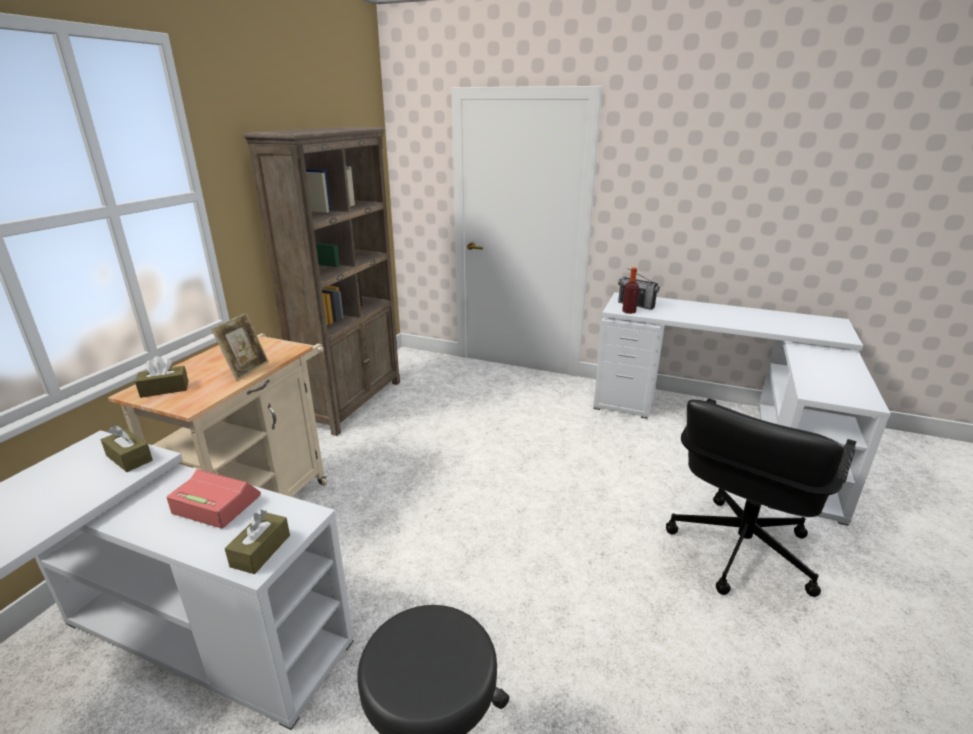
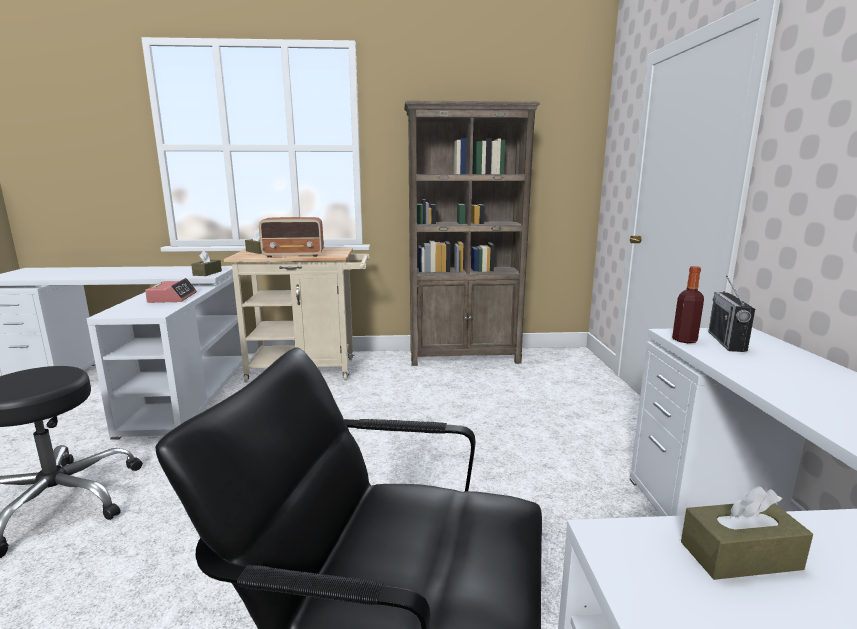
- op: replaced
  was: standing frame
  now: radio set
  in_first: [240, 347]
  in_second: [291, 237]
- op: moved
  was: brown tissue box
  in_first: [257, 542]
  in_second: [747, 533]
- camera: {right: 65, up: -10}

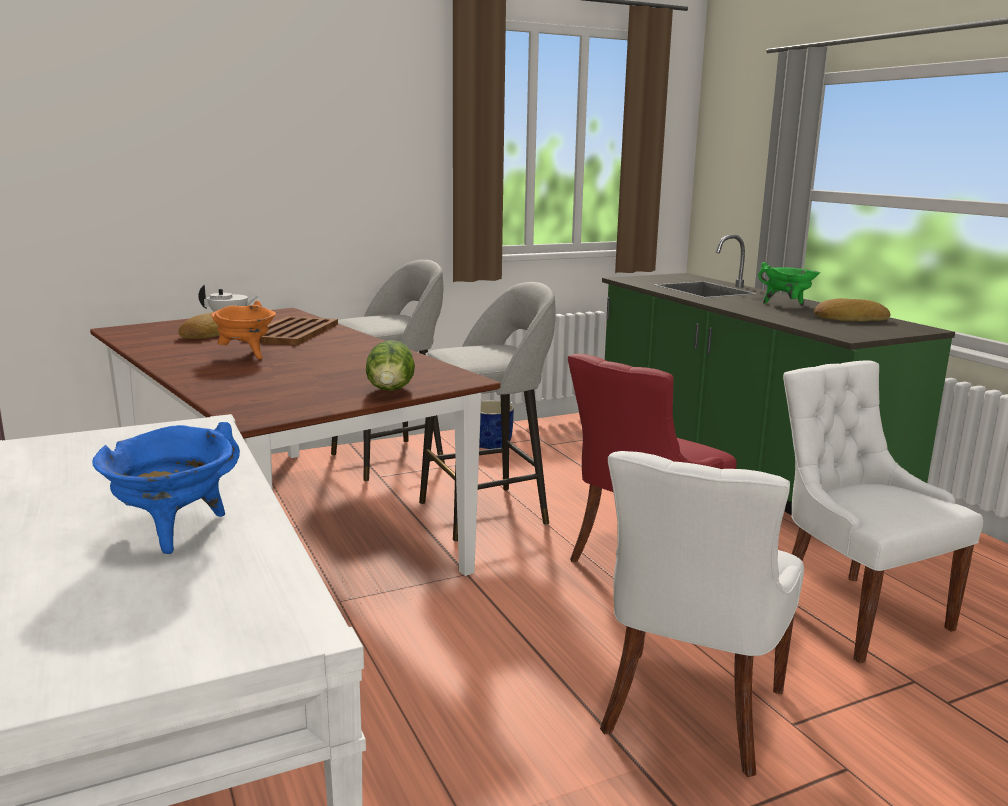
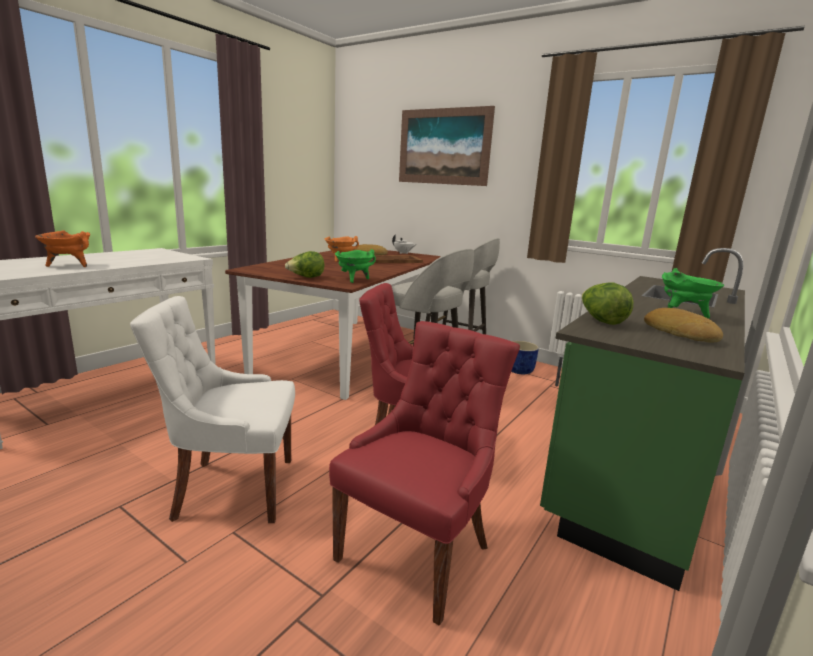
- op: recoloured
  was: blue stockpot
  now: orange-coloured stockpot
  in_first: [166, 488]
  in_second: [62, 248]
- op: recoloured
  was: white chair
  now: red chair
  in_first: [883, 512]
  in_second: [424, 473]
- op: added
  now: green-coloured stockpot
  in_second: [355, 266]
- op: added
  now: picture
  in_second: [447, 146]
- op: added
  now: head of lettuce
  in_second: [608, 303]
- camera: {right: 60, up: 0}

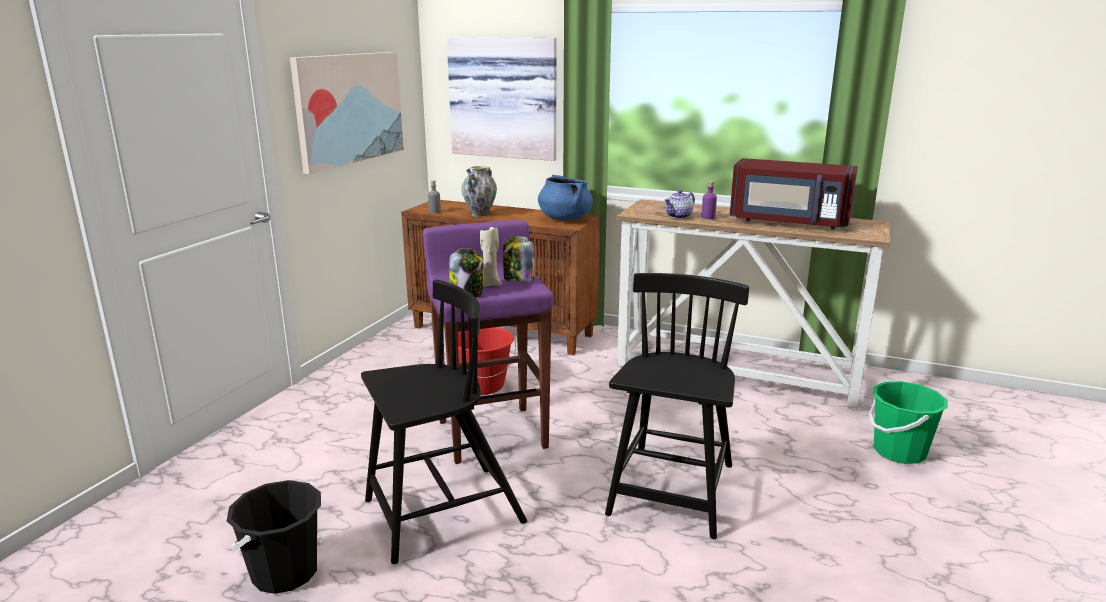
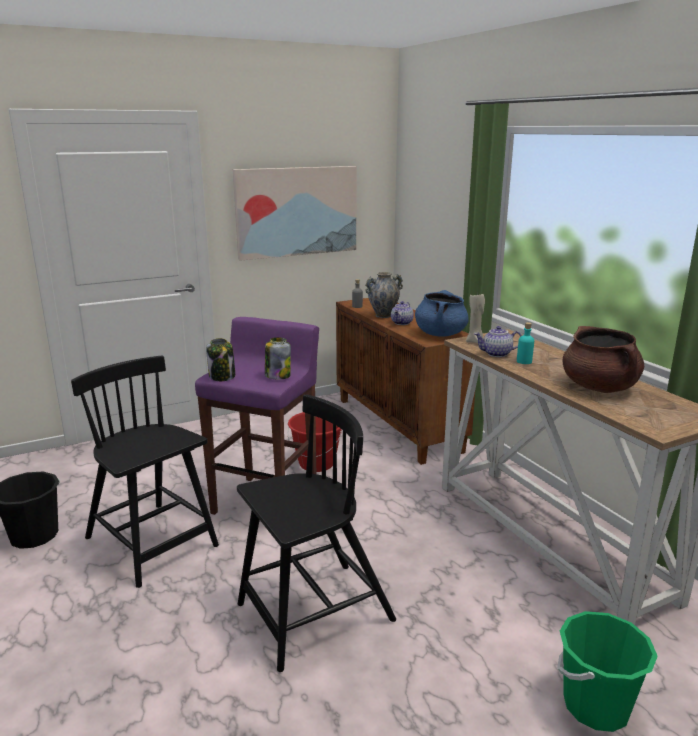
- op: turned
  was: black chair
  in_first: [444, 421]
  in_second: [145, 472]
  clockwise: -150
- op: removed
  was: picture
  in_first: [501, 99]
- op: moved
  was: sand-coloured wax light
  in_first: [491, 257]
  in_second: [475, 318]
- op: recoloured
  was: purple beverage bottle
  now: blue-green beverage bottle
  in_first: [709, 200]
  in_second: [525, 343]
- op: replaced
  was: red kitchen microwave
  now: brown stockpot
  in_first: [794, 194]
  in_second: [603, 359]
- op: added
  now: pot for tea
  in_second: [402, 313]
- camera: {right: 40, up: 0}

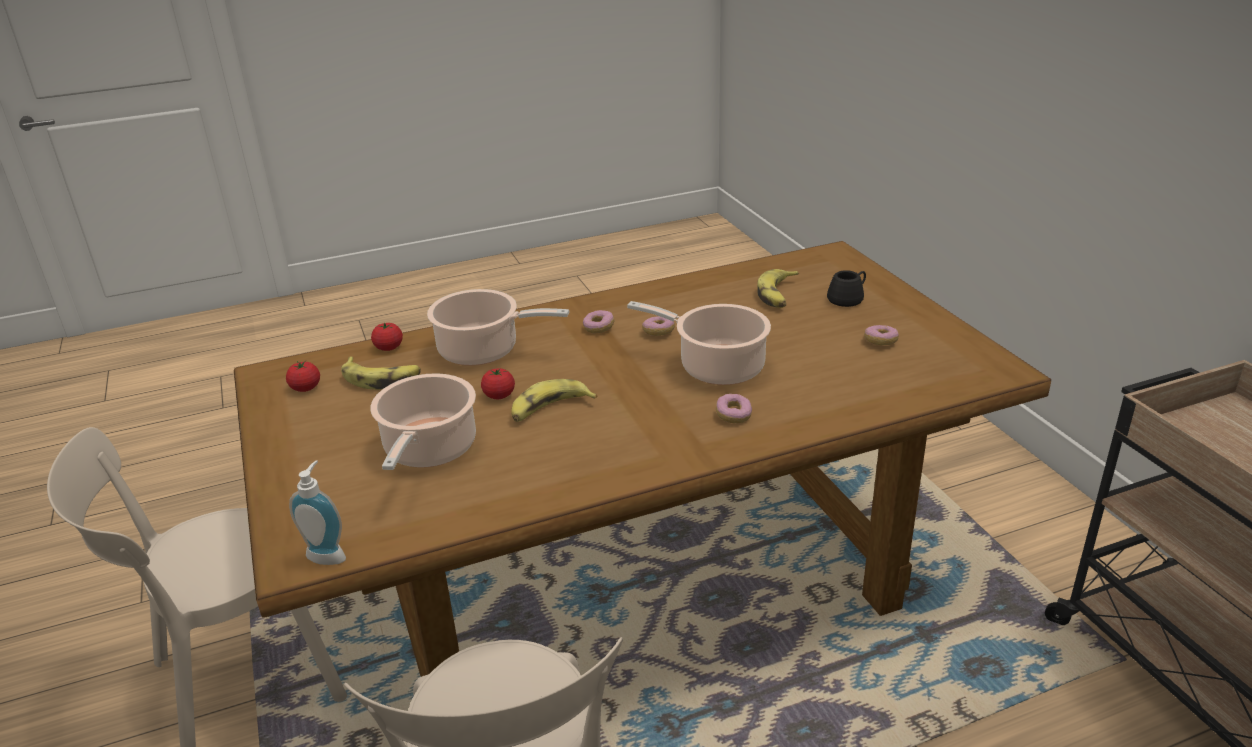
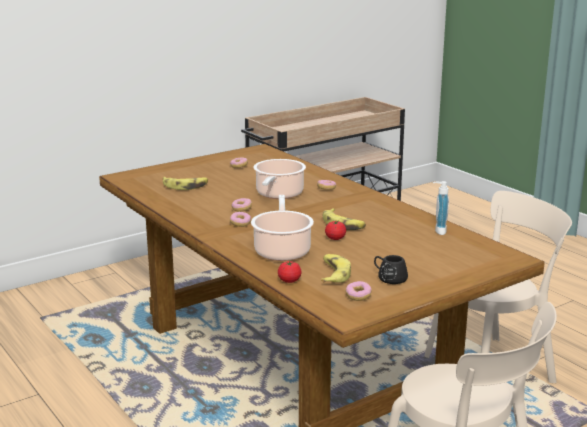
- op: replaced
  was: fresh tomato
  now: doughnut
  in_first: [303, 376]
  in_second: [358, 291]
- op: moved
  was: liquid soap bottle
  in_first: [317, 513]
  in_second: [441, 208]
- op: removed
  was: stockpot
  in_first: [423, 421]
- op: moved
  was: black mug
  in_first: [846, 288]
  in_second: [391, 269]
- camera: {right: -105, up: -10}

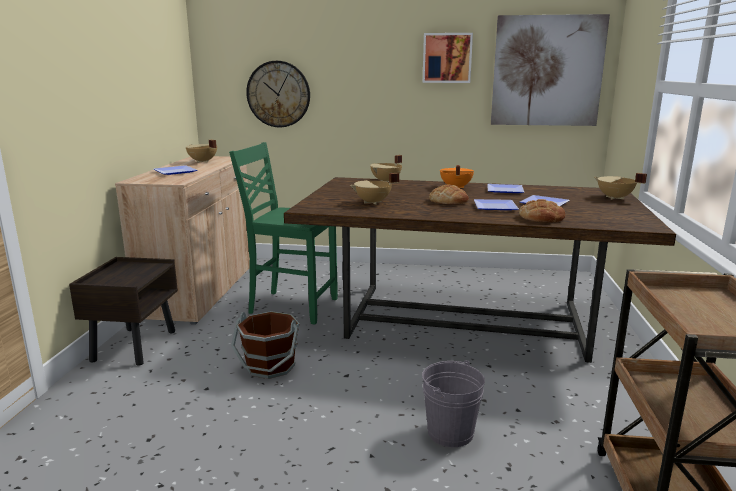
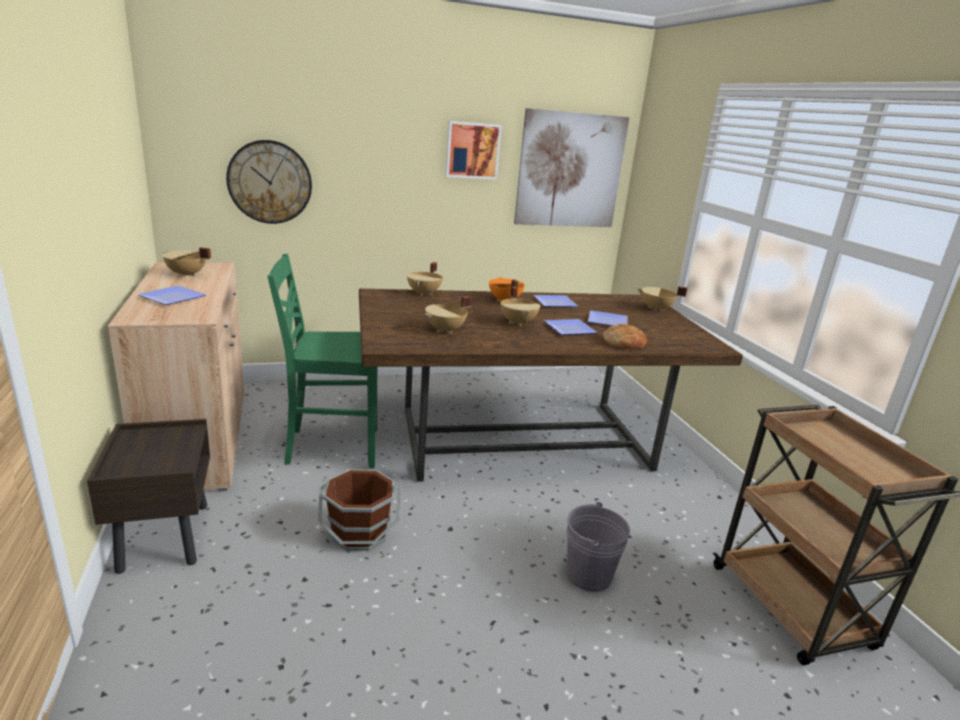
- op: replaced
  was: bread
  now: sand-coloured stockpot
  in_first: [449, 194]
  in_second: [520, 306]
- camera: {right: -25, up: 5}

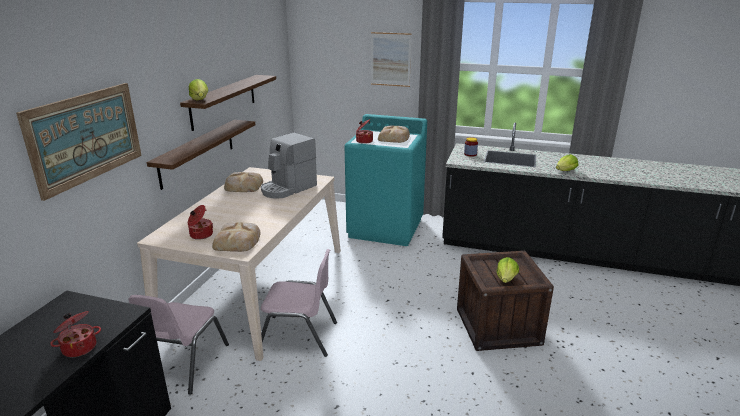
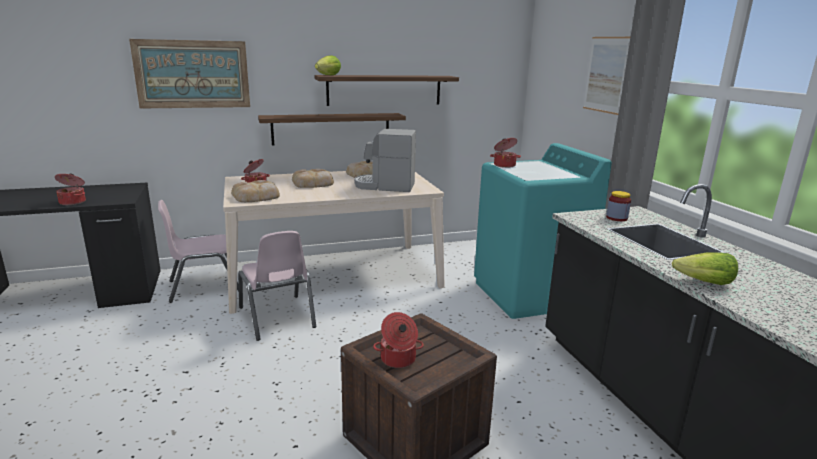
- op: moved
  was: bread
  in_first: [394, 134]
  in_second: [313, 178]
- op: replaced
  was: head of lettuce
  now: stockpot
  in_first: [508, 270]
  in_second: [398, 340]
- camera: {right: 55, up: -5}

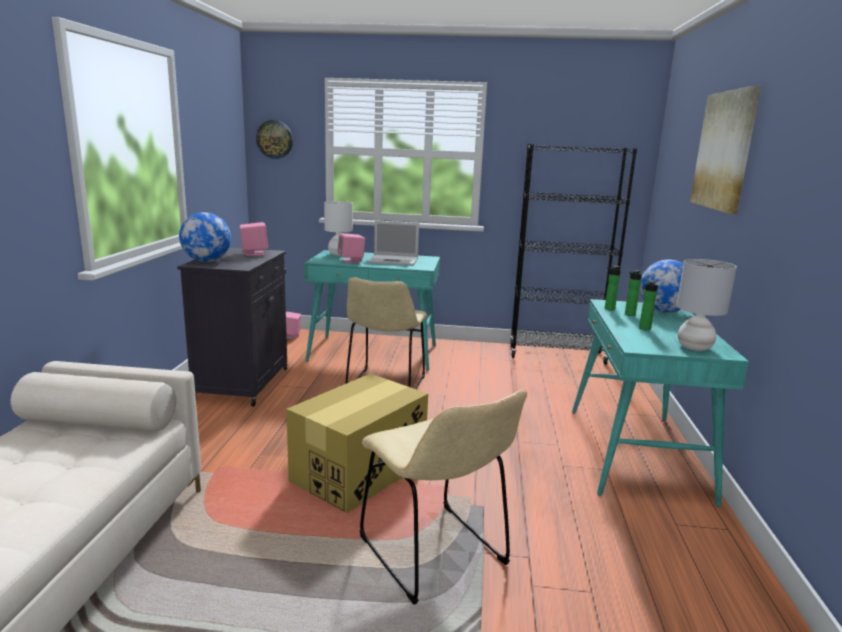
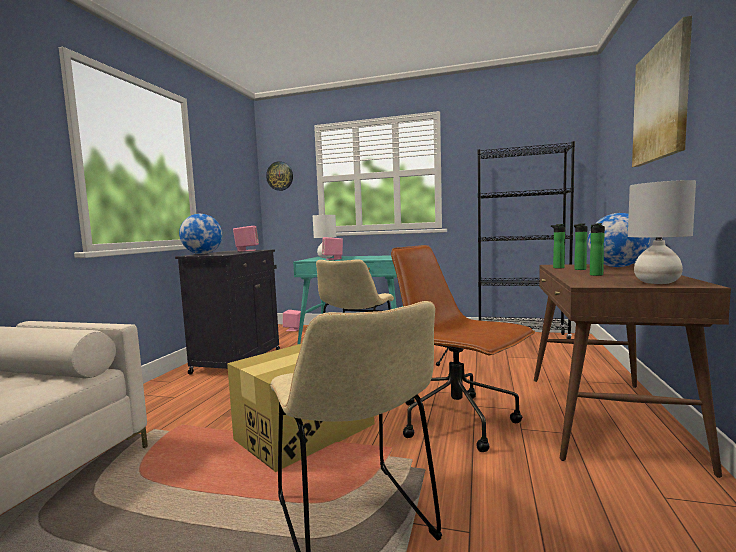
- op: removed
  was: laptop
  in_first: [393, 243]
- op: recoloured
  was: blue-green desk table
  now: brown desk table
  in_first: [660, 403]
  in_second: [632, 371]
- op: added
  now: brown desk chair
  in_second: [463, 348]
- camera: {right: 10, up: -10}

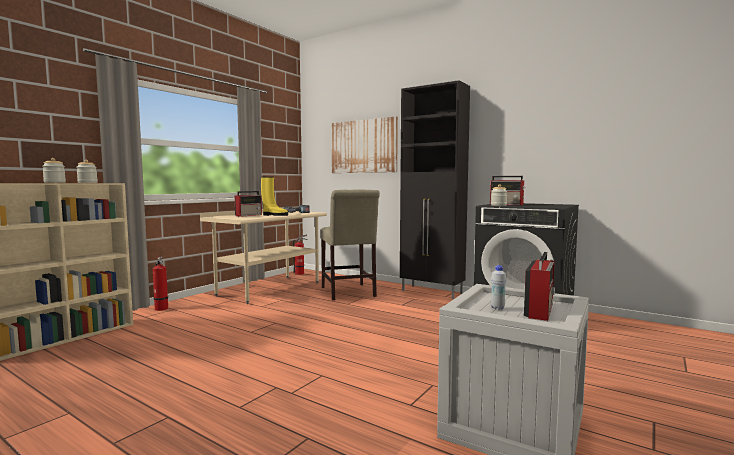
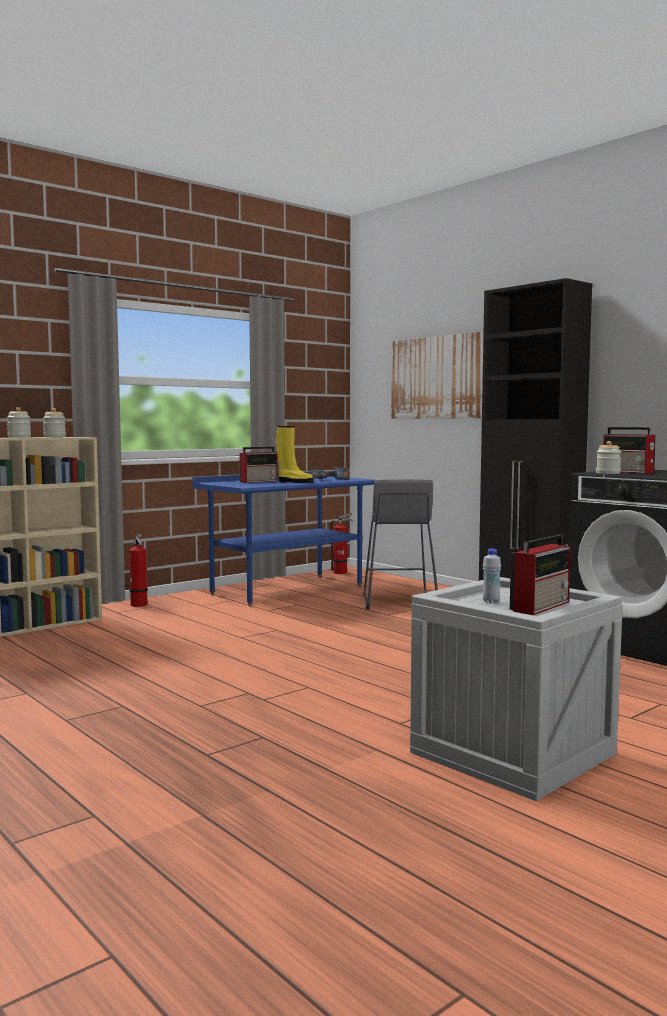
- op: recoloured
  was: sand-coloured desk table
  now: blue desk table
  in_first: [263, 256]
  in_second: [284, 538]
- op: replaced
  was: sand-coloured chair
  now: greyish stool seat
  in_first: [350, 245]
  in_second: [400, 544]
- camera: {right: 15, up: 0}

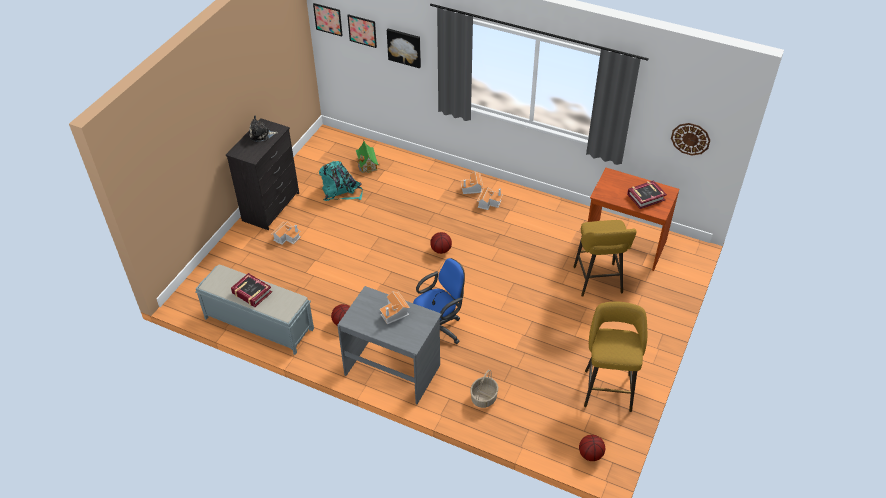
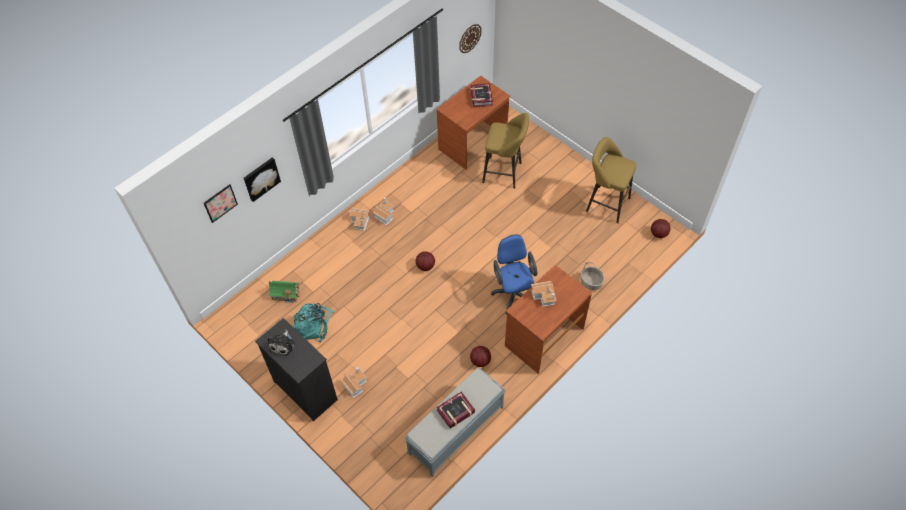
- op: removed
  was: picture
  in_first: [328, 19]
- op: recoloured
  was: greyish desk table
  now: brown desk table
  in_first: [390, 345]
  in_second: [548, 319]
- camera: {right: -70, up: 10}

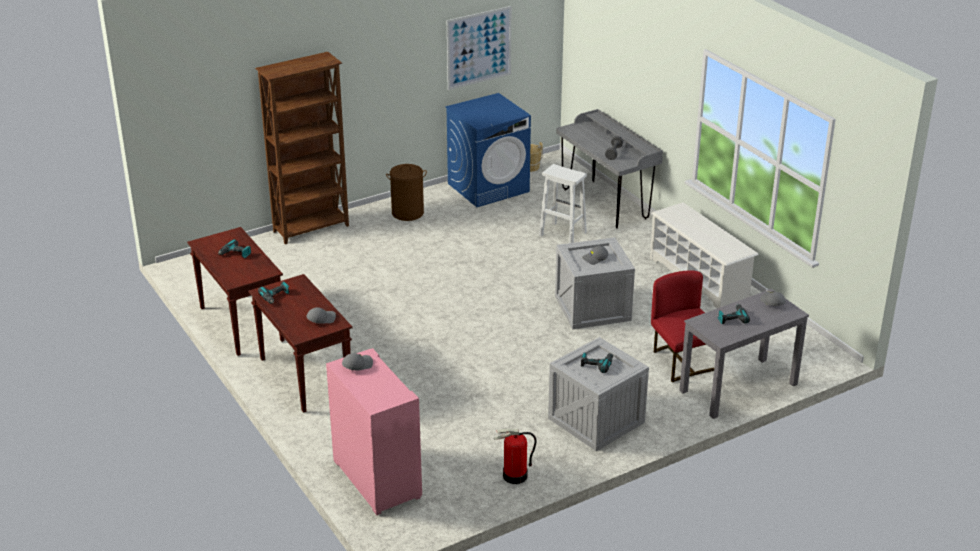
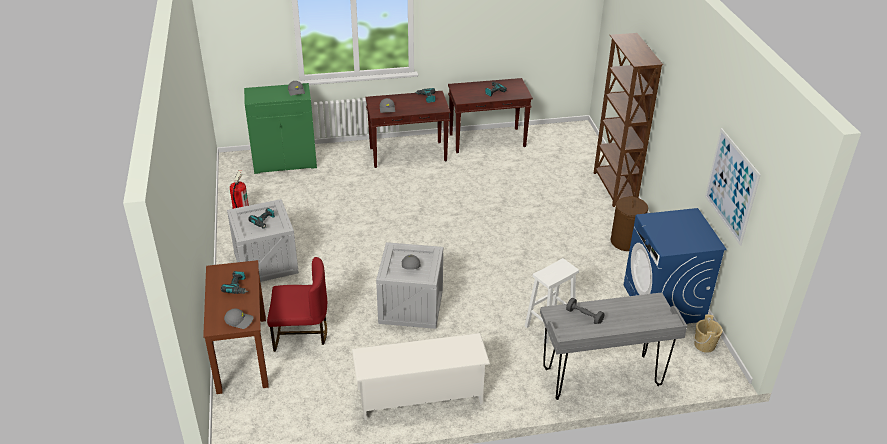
- op: recoloured
  was: pink-coloured cupboard
  now: green-coloured cupboard
  in_first: [374, 431]
  in_second: [280, 128]
- op: recoloured
  was: greyish desk table
  now: brown desk table
  in_first: [744, 354]
  in_second: [236, 327]
- camera: {right: 110, up: 5}

